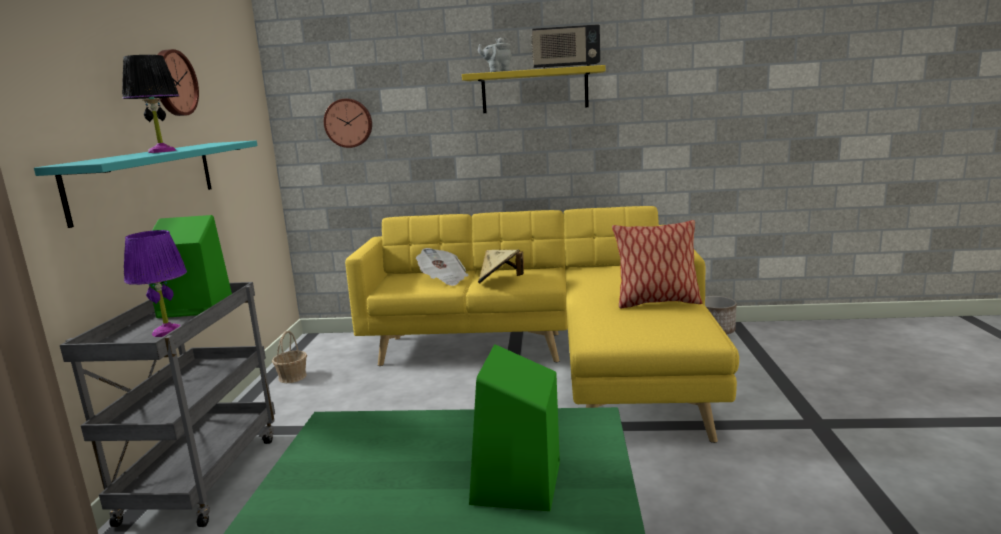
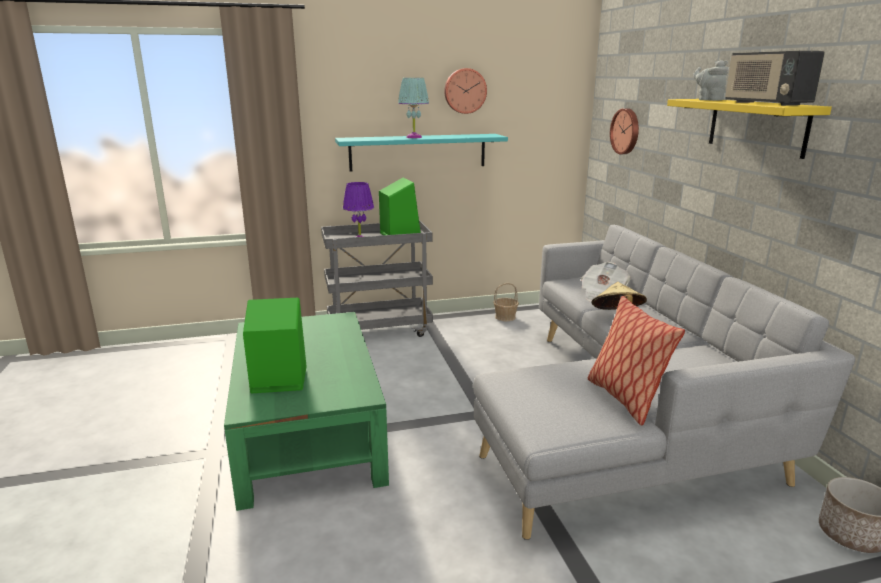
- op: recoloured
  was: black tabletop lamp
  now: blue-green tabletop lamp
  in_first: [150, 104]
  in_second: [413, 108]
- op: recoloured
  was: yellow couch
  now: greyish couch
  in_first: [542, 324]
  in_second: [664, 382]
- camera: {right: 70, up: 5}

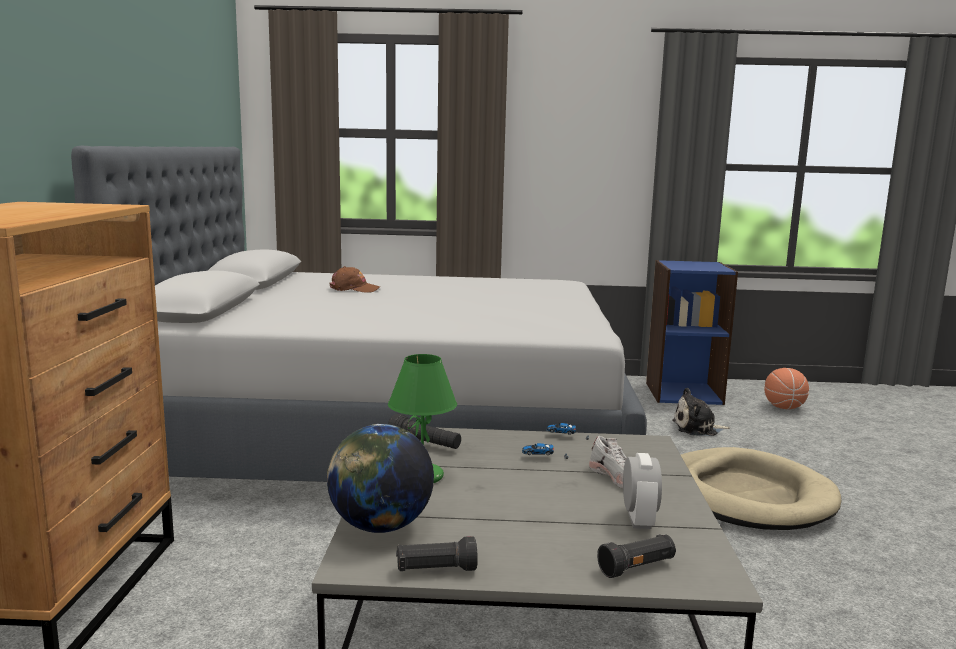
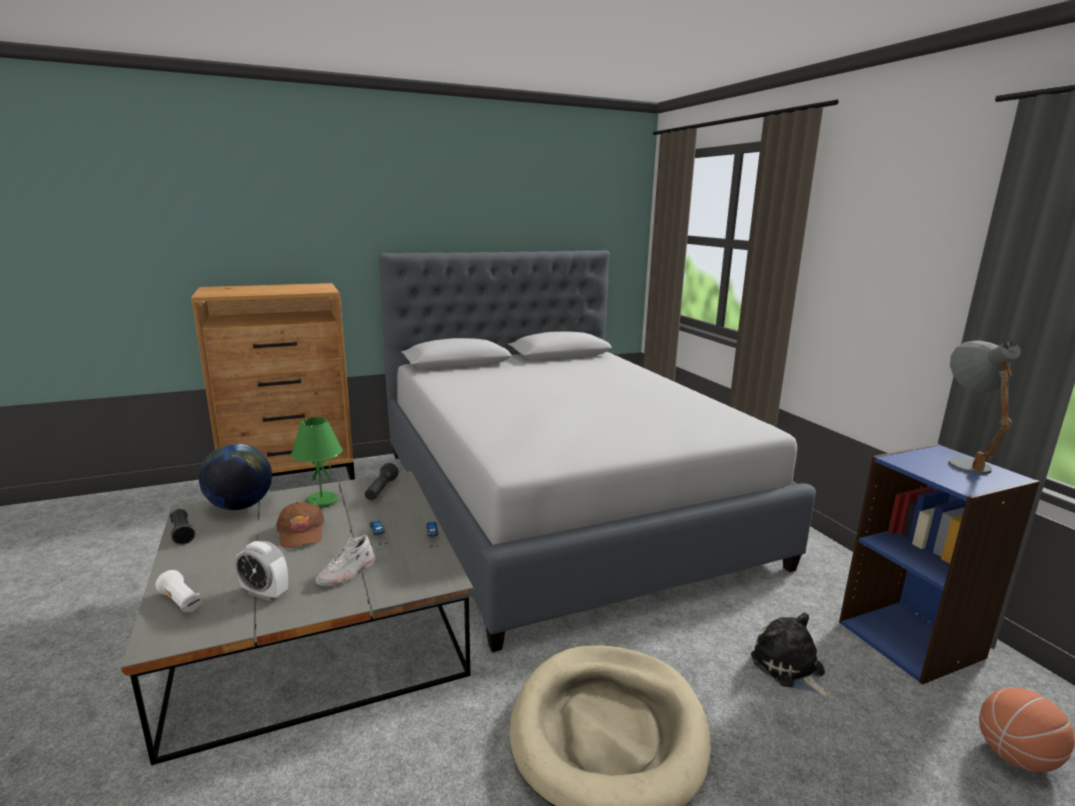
- op: moved
  was: brown cap
  in_first: [354, 279]
  in_second: [300, 525]
- op: recoloured
  was: black torch
  now: white torch
  in_first: [636, 556]
  in_second: [178, 591]
- op: turned
  was: table clock
  in_first: [642, 491]
  in_second: [261, 571]
  clockwise: 45
- op: added
  now: greyish tabletop lamp
  in_second: [985, 407]
- camera: {right: 65, up: 5}

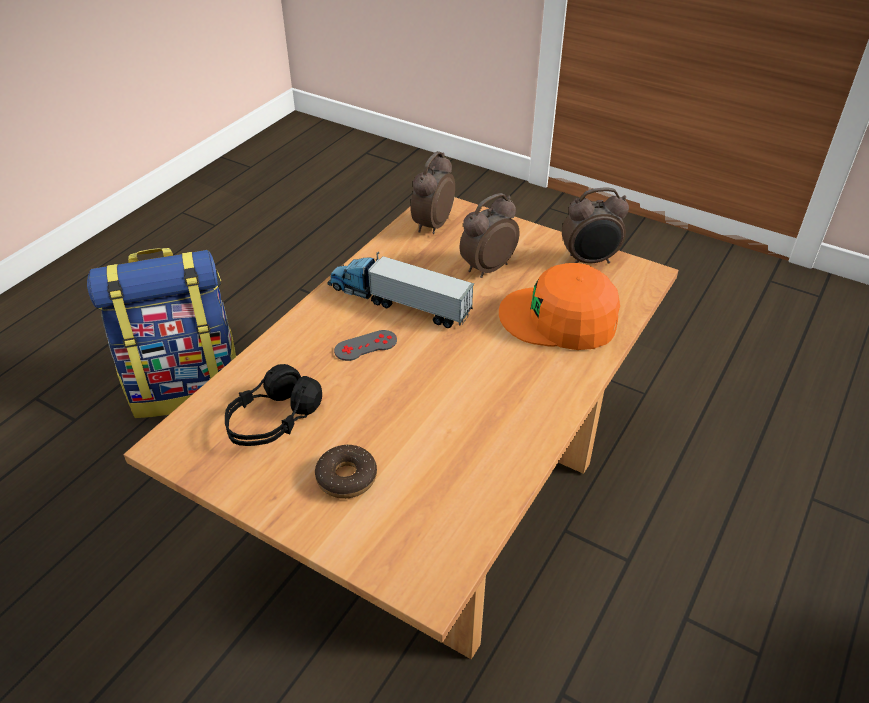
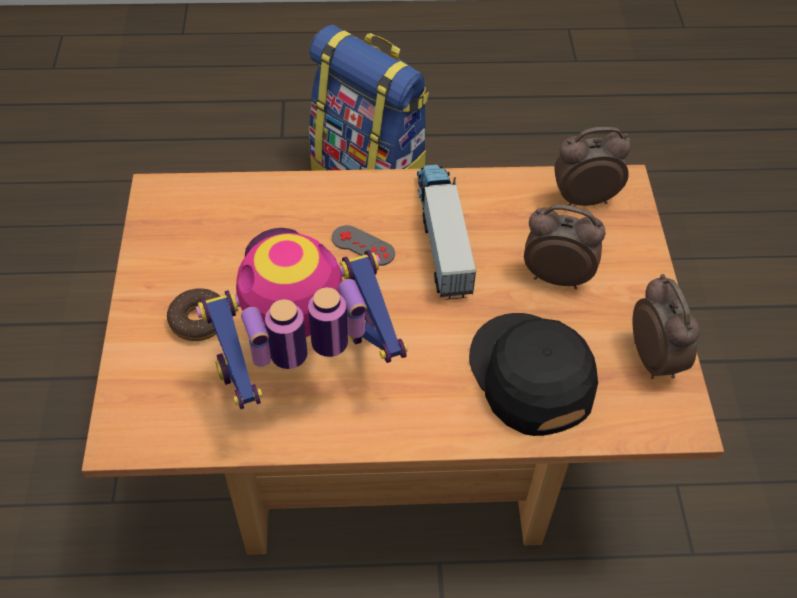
- op: removed
  was: black headphones
  in_first: [273, 405]
- op: recoloured
  was: orange-coloured cap
  now: black cap
  in_first: [559, 306]
  in_second: [533, 374]
- op: turned
  was: table clock
  in_first: [595, 225]
  in_second: [666, 326]
  clockwise: -150
- op: added
  now: robot figure
  in_second: [302, 318]
- camera: {right: 55, up: 10}

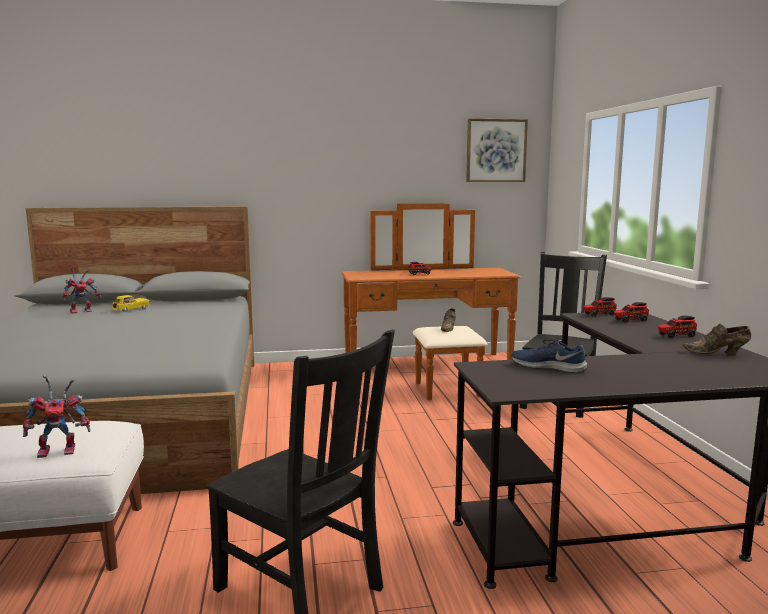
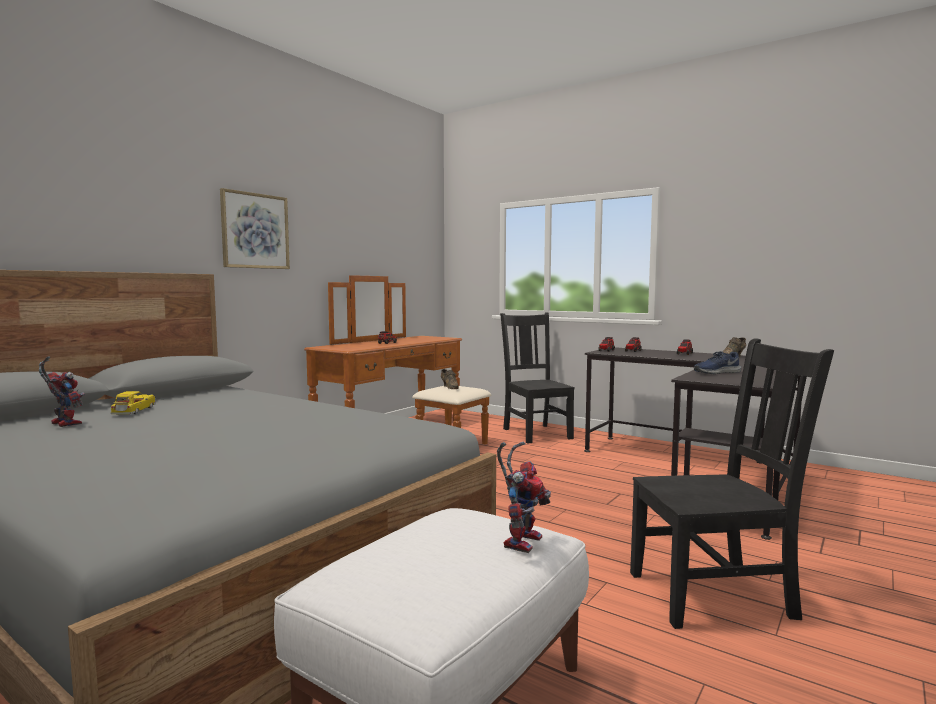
- op: turned
  was: robot figure
  in_first: [82, 290]
  in_second: [62, 391]
  clockwise: -60
- op: moved
  was: picture
  in_first: [497, 150]
  in_second: [255, 228]
- camera: {right: -45, up: -5}

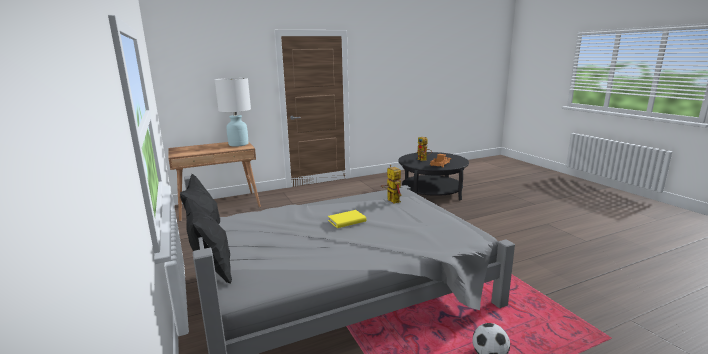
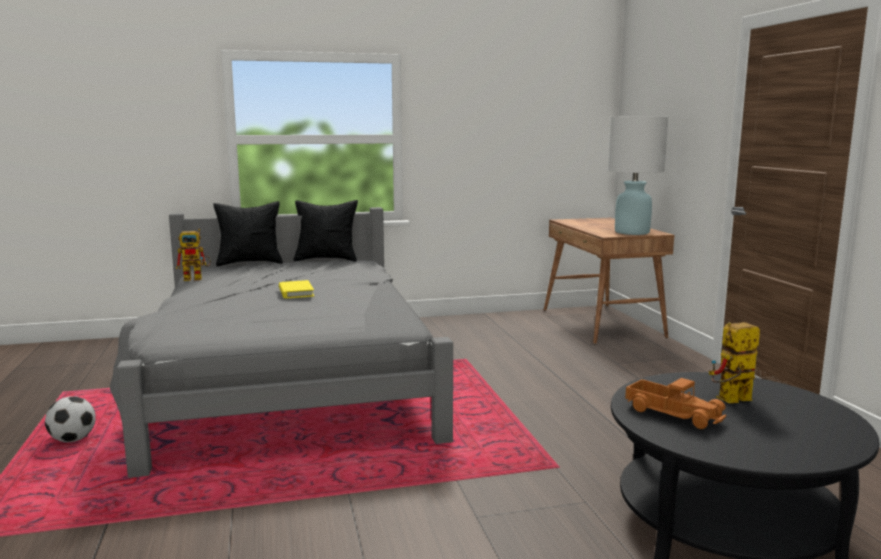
- op: moved
  was: robot figure
  in_first: [391, 184]
  in_second: [193, 255]
- camera: {right: 100, up: -5}

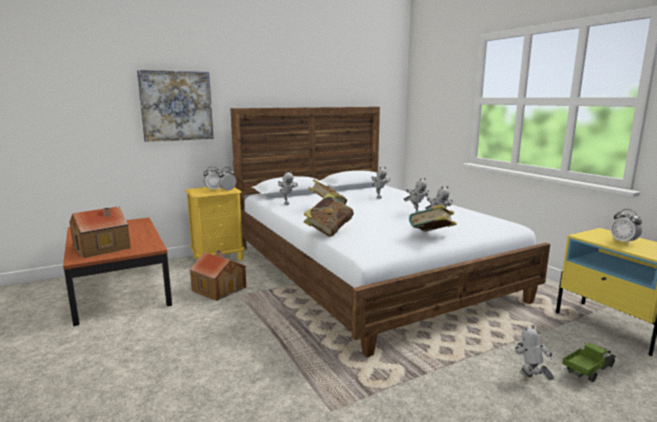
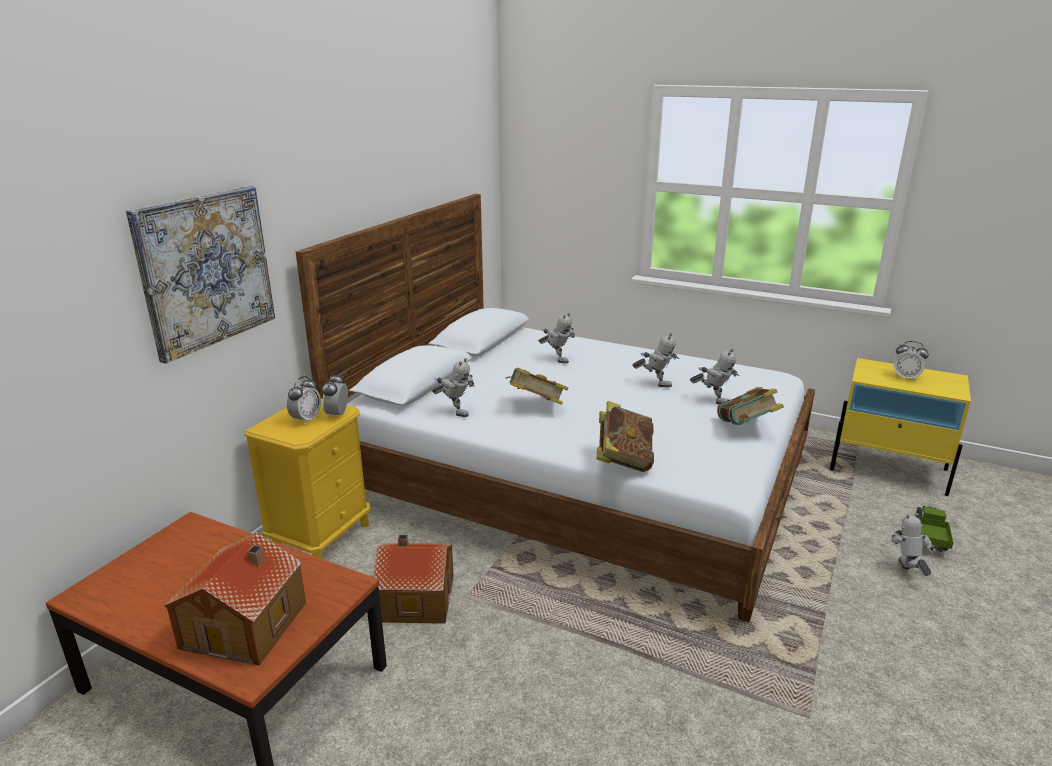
- op: turned
  was: robot figure
  in_first: [534, 352]
  in_second: [913, 544]
  clockwise: 45
- camera: {right: -35, up: 10}

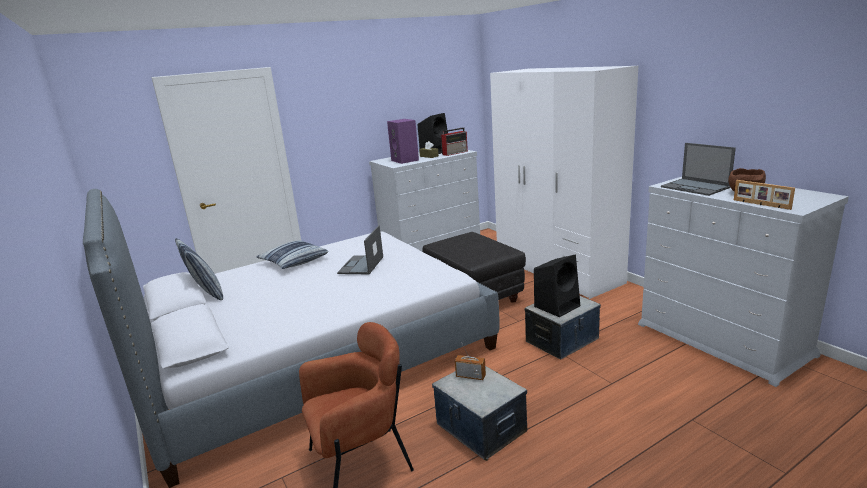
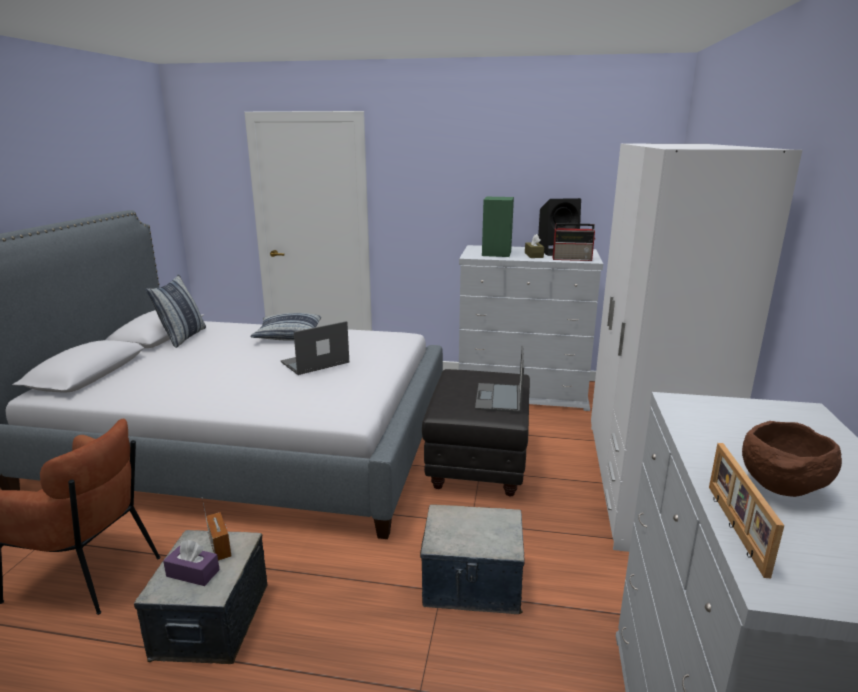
- op: recoloured
  was: purple loudspeaker
  now: green-coloured loudspeaker
  in_first: [403, 141]
  in_second: [498, 227]
- op: removed
  was: black loudspeaker
  in_first: [557, 286]
- op: moved
  was: laptop
  in_first: [698, 169]
  in_second: [499, 379]
- op: added
  now: purple tissue box
  in_second: [191, 563]
- camera: {right: 40, up: 0}

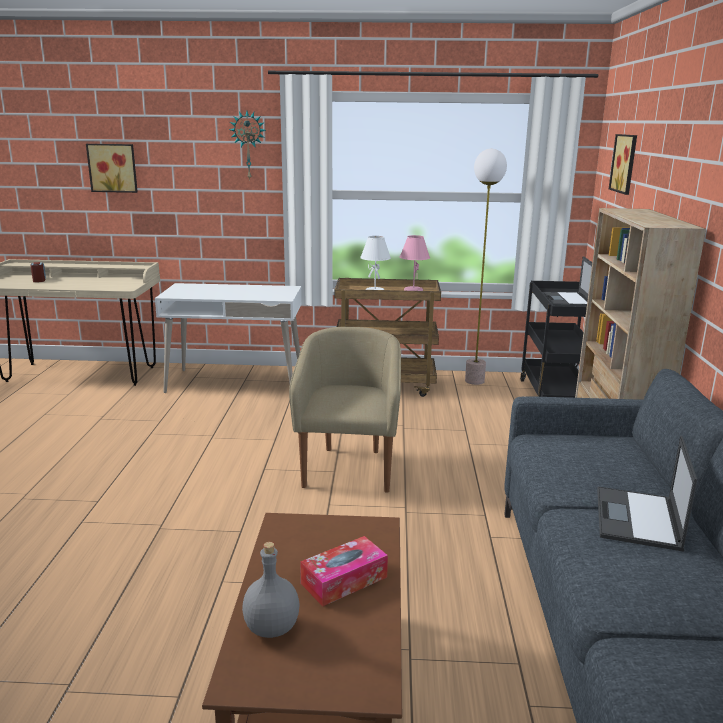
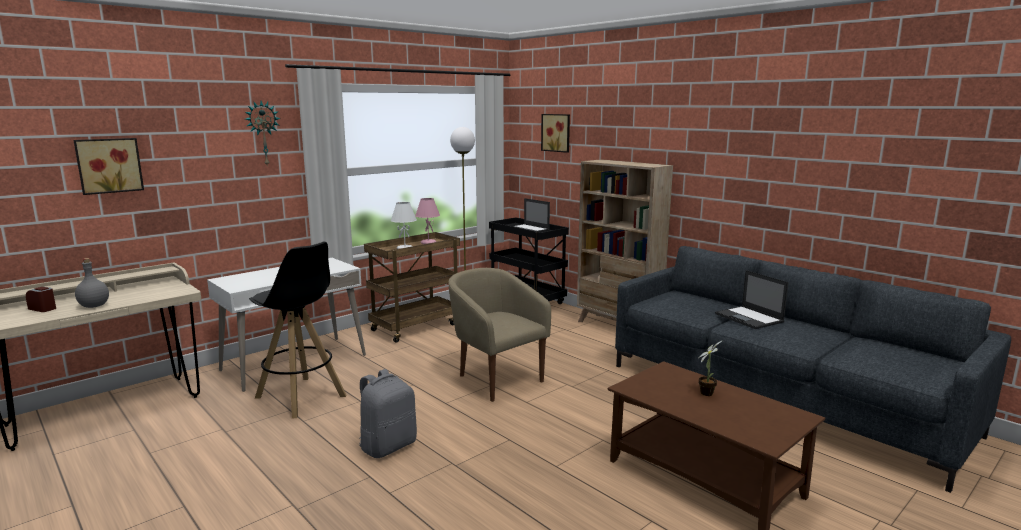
- op: moved
  was: greyish beverage bottle
  in_first: [271, 590]
  in_second: [92, 283]
- op: replaced
  was: tissue box
  now: plant in a pot
  in_first: [344, 571]
  in_second: [710, 368]
- op: added
  now: black stool seat
  in_second: [297, 330]
- op: added
  now: greyish rucksack
  in_second: [388, 413]
- camera: {right: -45, up: -5}

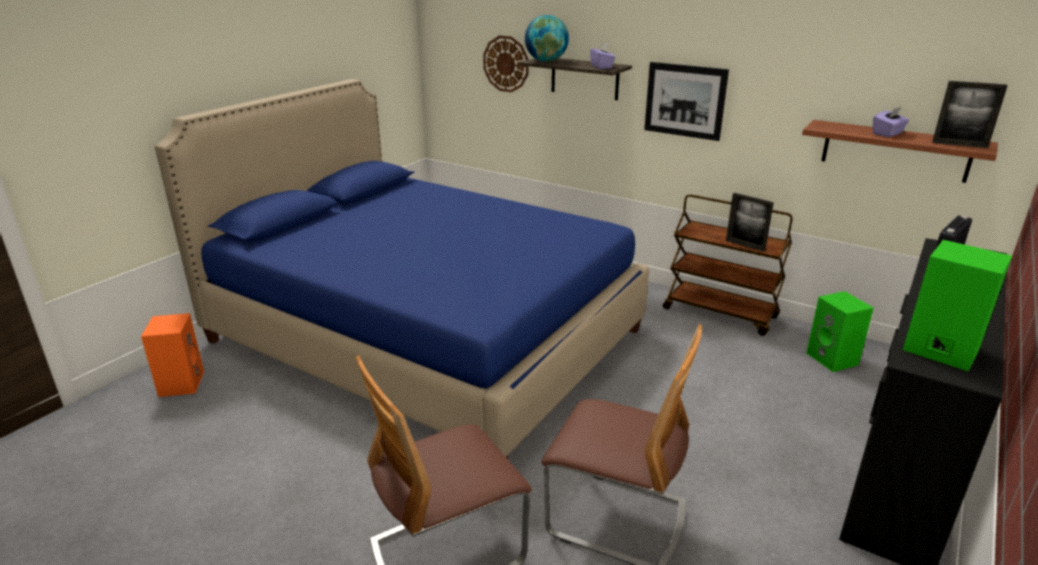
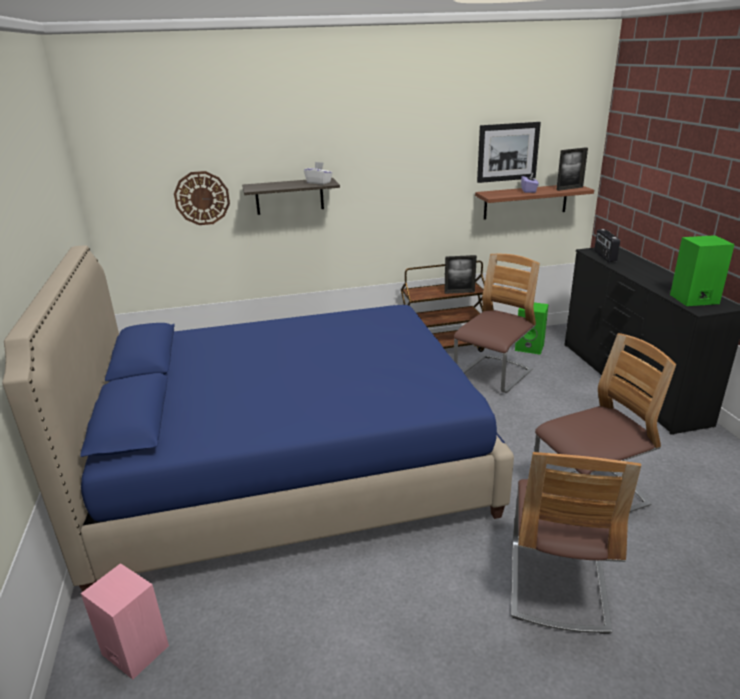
- op: recoloured
  was: orange-coloured loudspeaker
  now: pink-coloured loudspeaker
  in_first: [172, 355]
  in_second: [125, 621]
- op: removed
  was: world globe
  in_first: [547, 38]
- op: recoloured
  was: purple tissue box
  now: white tissue box
  in_first: [602, 56]
  in_second: [318, 173]
- op: moved
  was: picture
  in_first: [686, 101]
  in_second: [509, 152]
- op: added
  now: chair
  in_second: [497, 323]
- camera: {right: -45, up: 0}

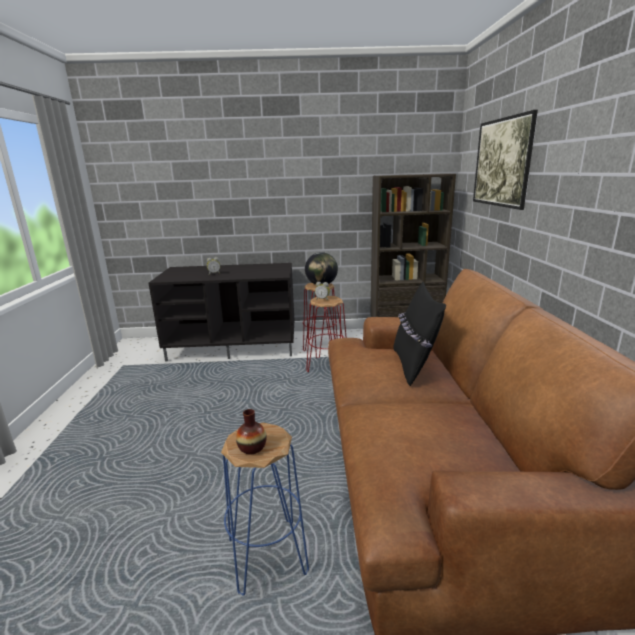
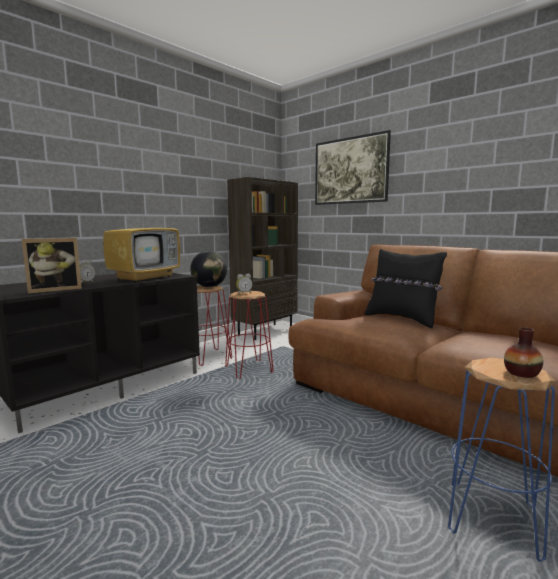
- op: added
  now: standing frame
  in_second: [51, 265]
- op: added
  now: TV set
  in_second: [141, 243]
- camera: {right: -45, up: -10}

